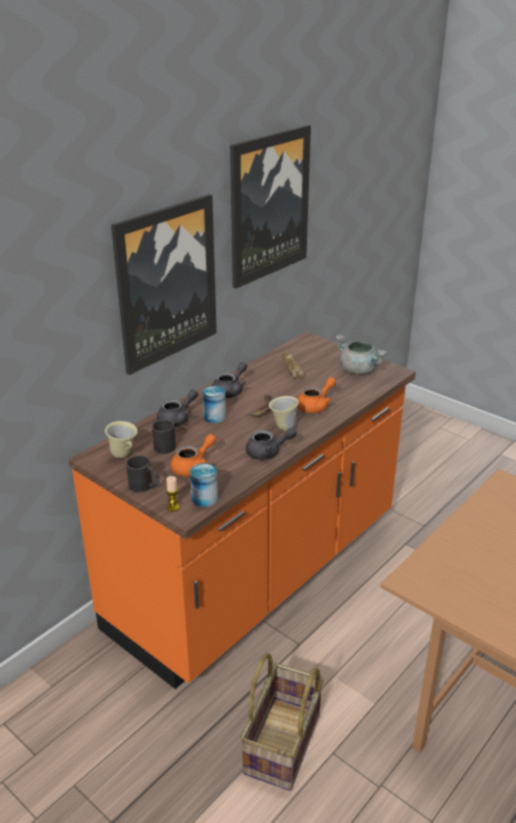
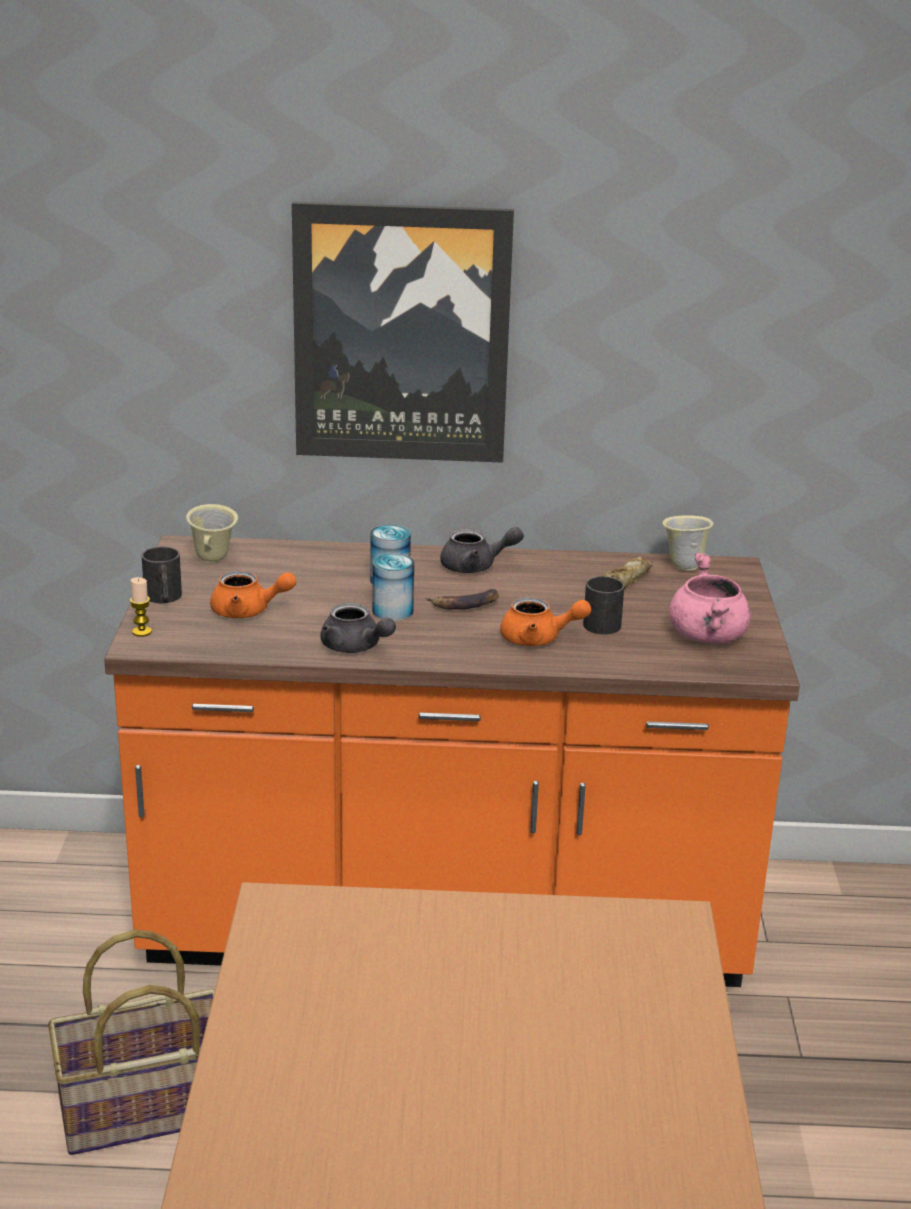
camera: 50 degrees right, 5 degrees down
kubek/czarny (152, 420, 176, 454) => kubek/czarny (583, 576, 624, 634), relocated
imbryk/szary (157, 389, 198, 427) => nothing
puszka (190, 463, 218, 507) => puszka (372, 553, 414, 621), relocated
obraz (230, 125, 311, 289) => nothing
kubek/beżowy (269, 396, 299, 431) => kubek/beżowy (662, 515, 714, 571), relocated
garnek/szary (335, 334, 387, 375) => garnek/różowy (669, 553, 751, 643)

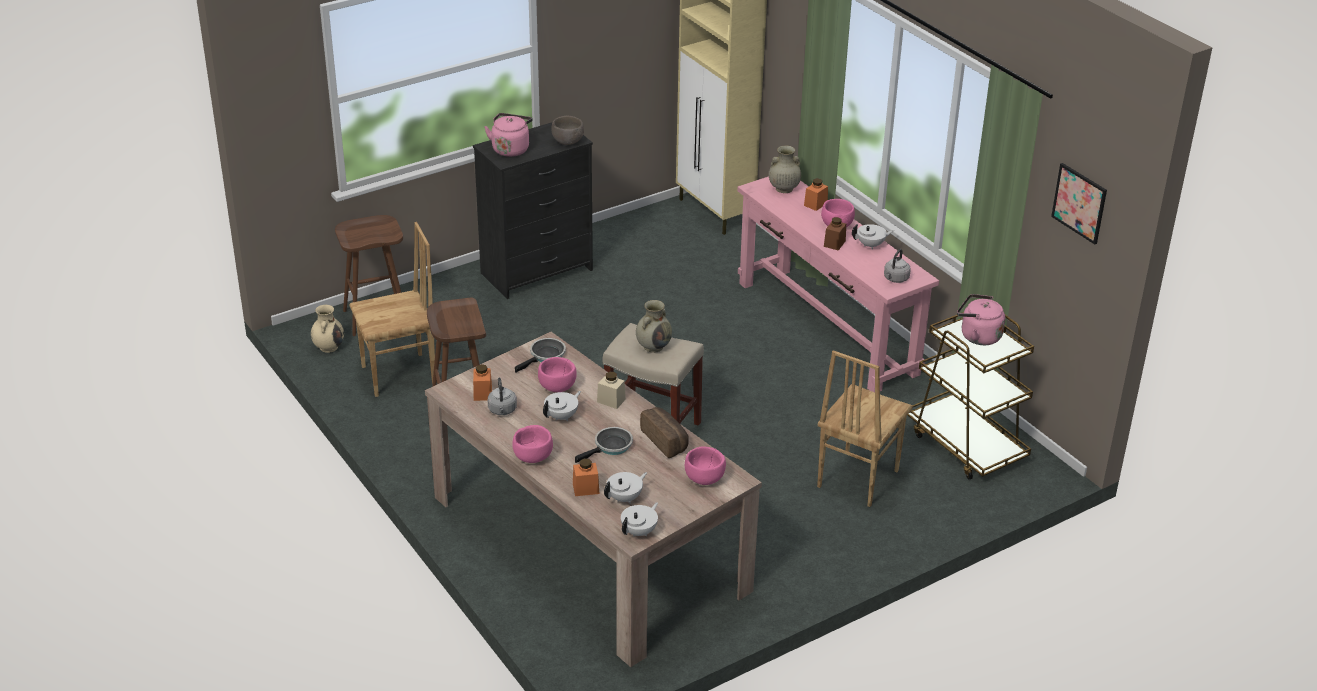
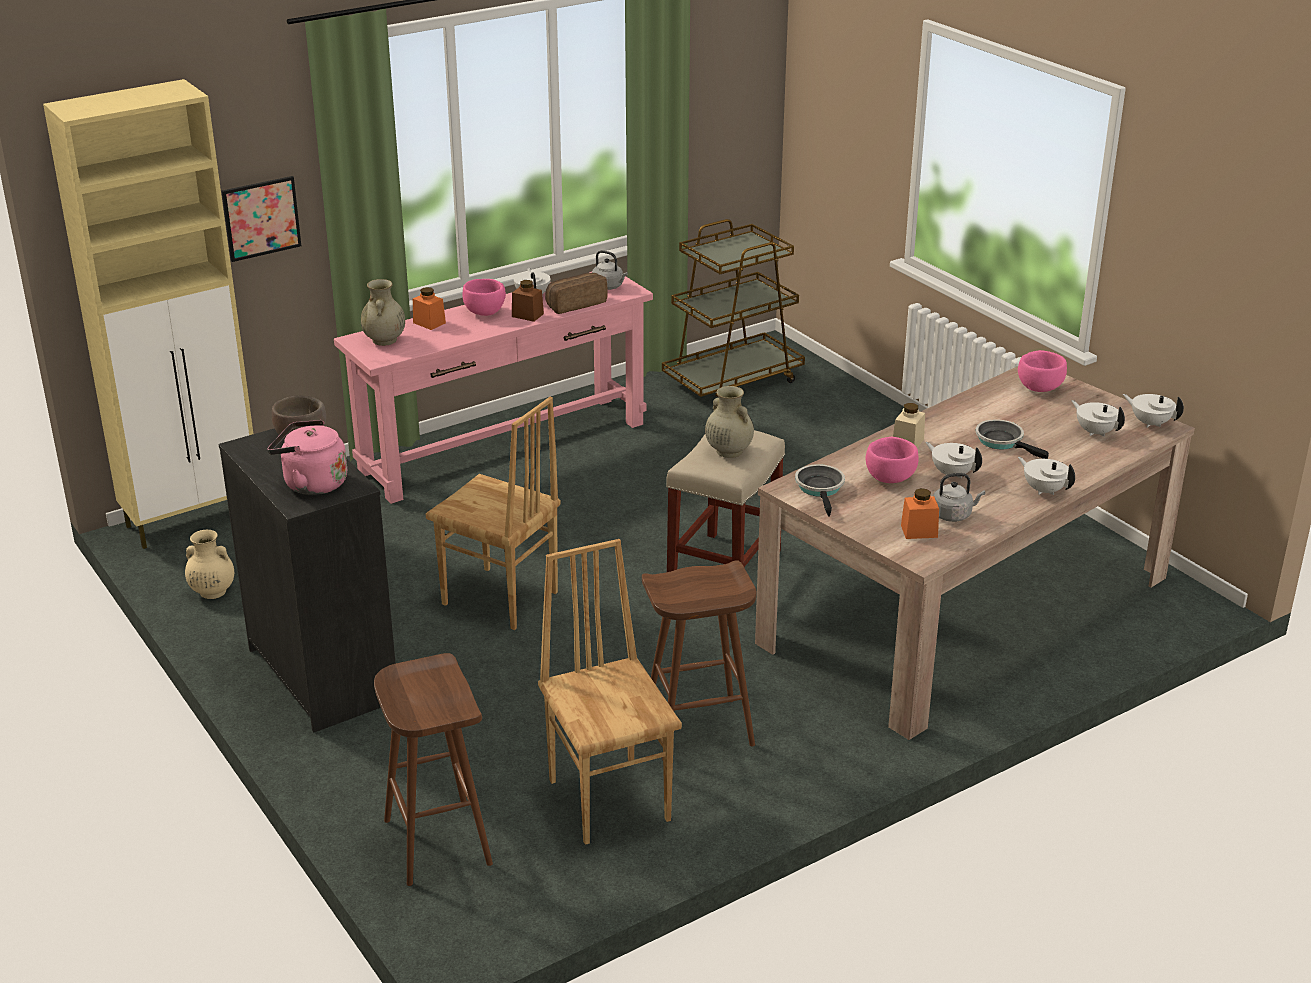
camera: 90 degrees left, 5 degrees down
wazon/beżowy (311, 305, 344, 353) => wazon/beżowy (185, 530, 234, 599), relocated
miska/różowy (512, 425, 553, 463) => imbryk/biały (1018, 457, 1075, 495)
patelnia (515, 338, 566, 373) => patelnia (795, 464, 845, 517), 45 degrees clockwise
słoik/pomarańczowy (573, 458, 599, 496) => nothing
chleb (640, 407, 689, 458) => chleb (545, 273, 608, 314), relocated
krzesło/brązowy (817, 350, 913, 507) => krzesło/brązowy (426, 397, 560, 630), relocated
czajnik/różowy (957, 294, 1005, 345) => nothing
obraz (1051, 163, 1107, 244) => obraz (221, 176, 301, 262), relocated

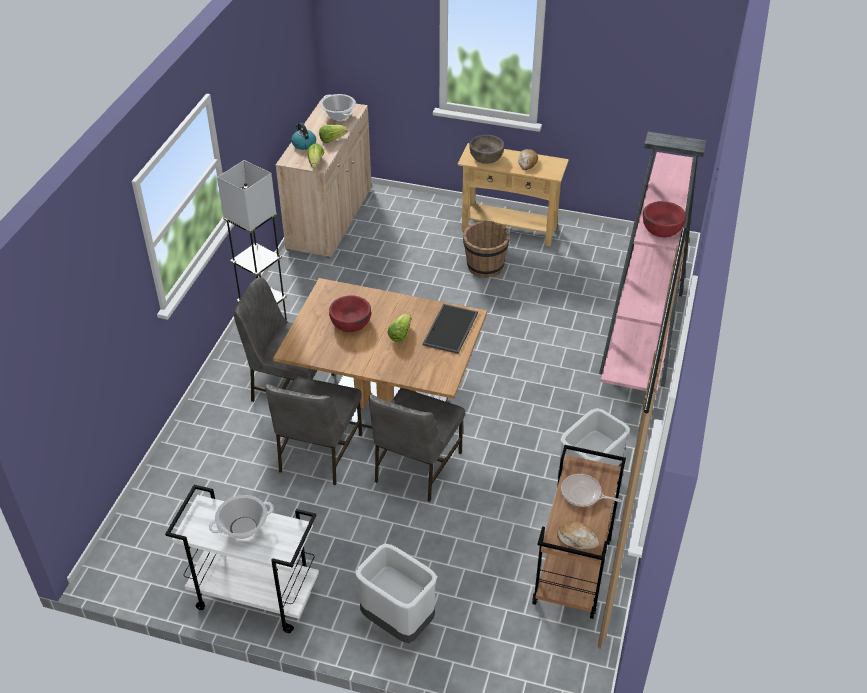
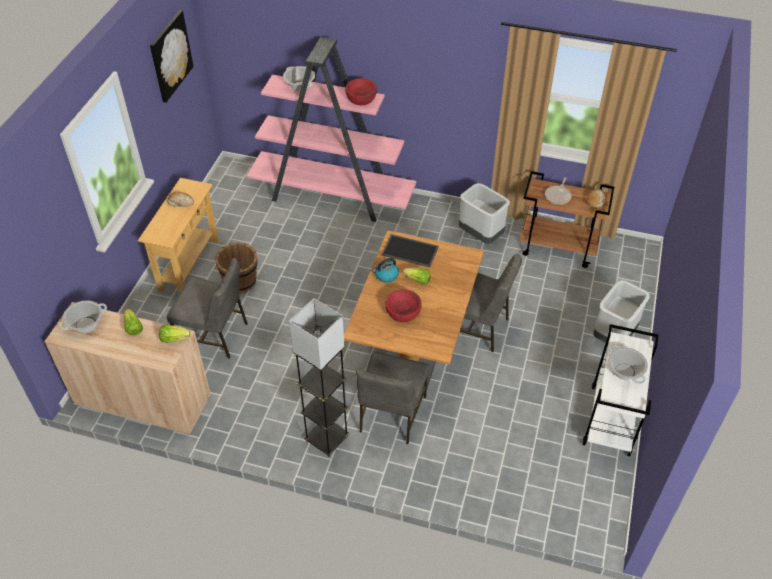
camera: 90 degrees left, 5 degrees up
krzesło/szary (265, 377, 362, 485) => krzesło/szary (167, 258, 248, 359), relocated
czajnik (291, 122, 316, 150) => czajnik (373, 258, 399, 283), relocated
miska/brązowy (469, 135, 504, 164) => nothing
nothing => obraz (150, 10, 194, 103)
nothing => garnek (283, 66, 315, 91)

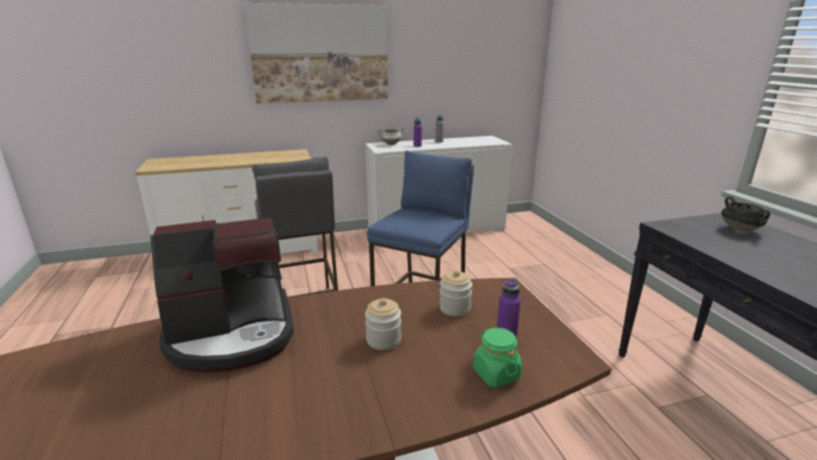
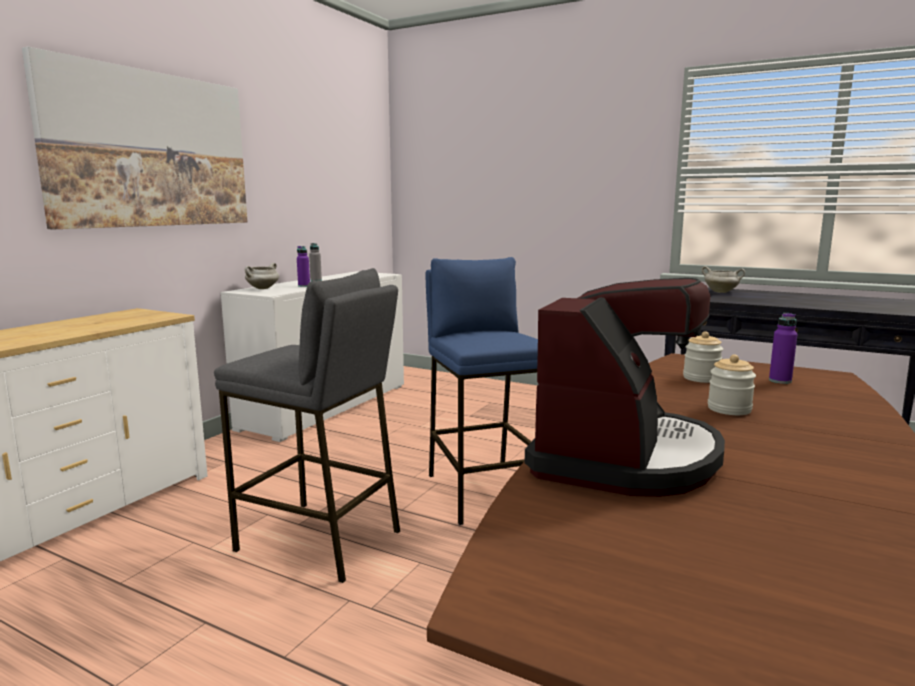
camera: 45 degrees left, 10 degrees down
słoik/zielony (473, 327, 522, 387) => nothing
garnek/czarny (721, 196, 770, 232) => garnek/biały (702, 266, 745, 293)

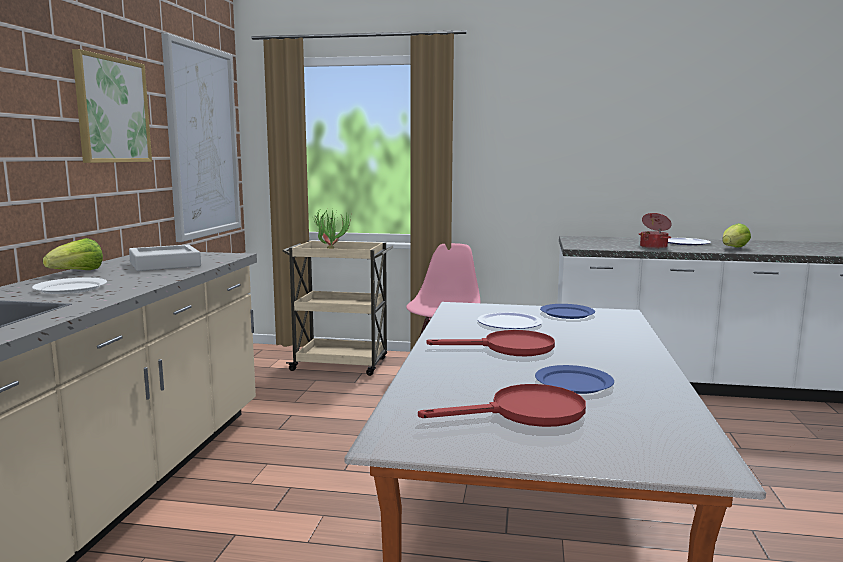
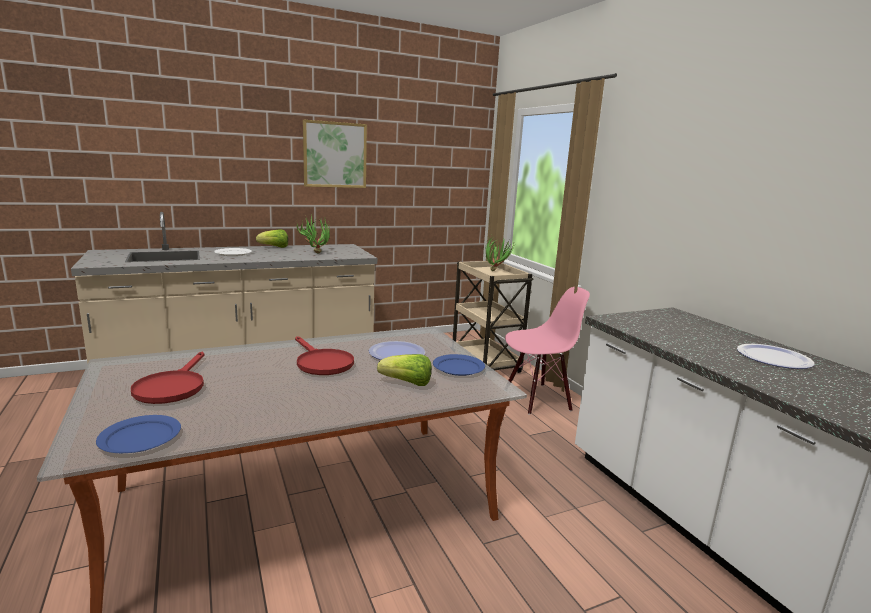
camera: 55 degrees right, 5 degrees up
taca/szary (129, 244, 201, 271) => roślina doniczkowa (296, 216, 330, 253)
obraz (161, 33, 241, 242) => nothing
patelnia/czerwony (418, 384, 586, 427) => patelnia/czerwony (131, 352, 205, 404), 45 degrees clockwise
talerz/niebieski (535, 365, 614, 394) => talerz/niebieski (96, 415, 181, 453), relocated
garnek (639, 213, 672, 249) => nothing
sałata (722, 223, 751, 248) => sałata (377, 354, 432, 386), relocated

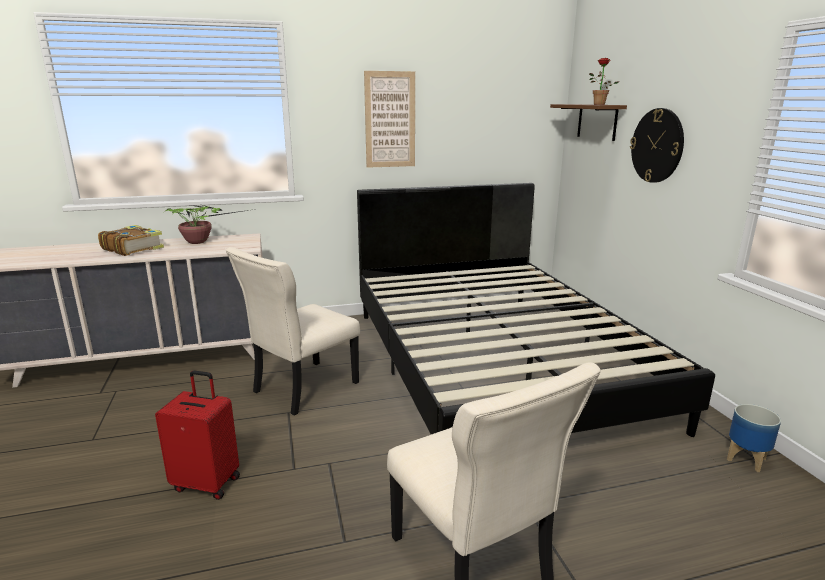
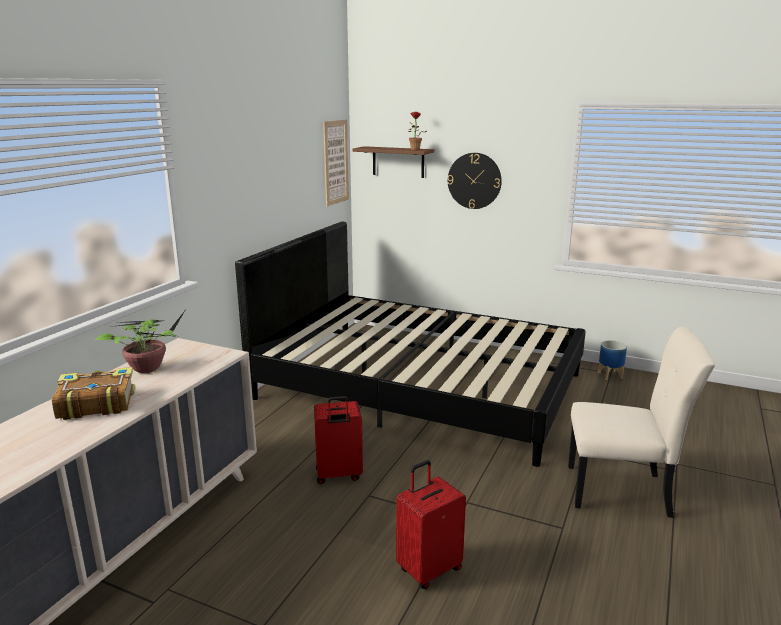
camera: 50 degrees left, 0 degrees up
krzesło/beżowy (226, 247, 360, 416) => walizka/czerwony (314, 396, 363, 484)
obraz (364, 71, 415, 168) => obraz (323, 119, 349, 206), relocated

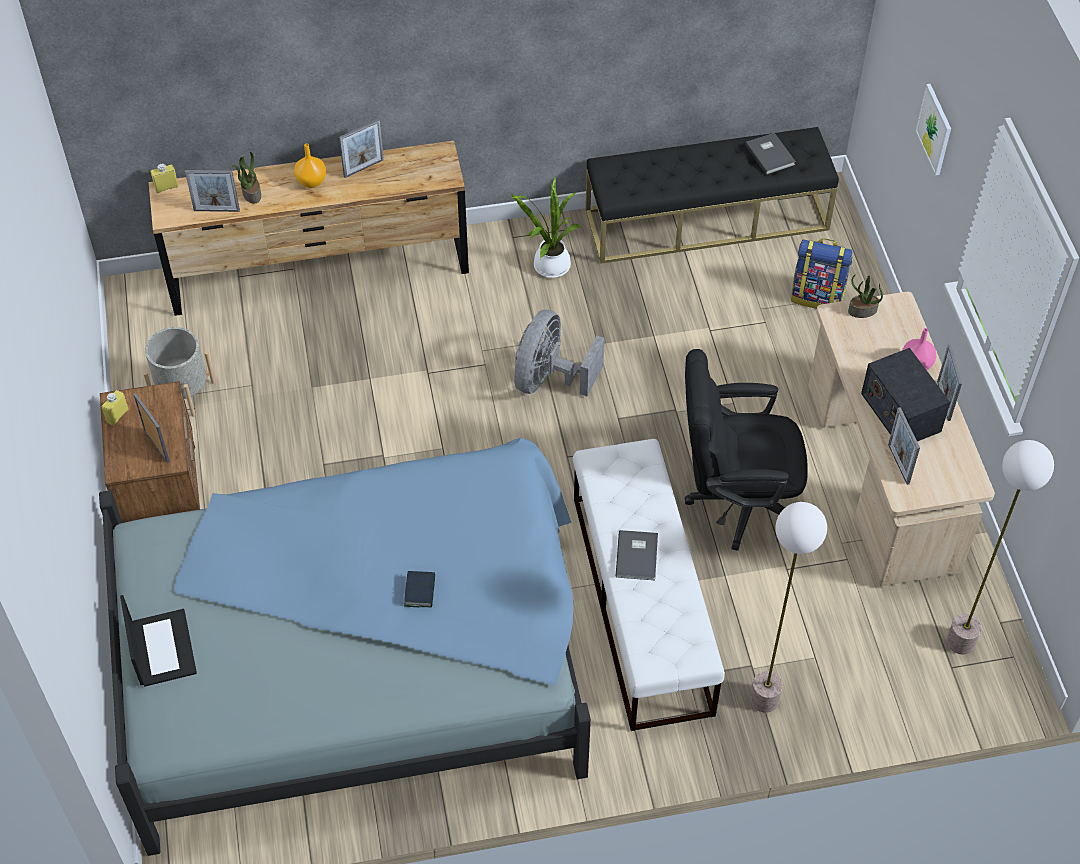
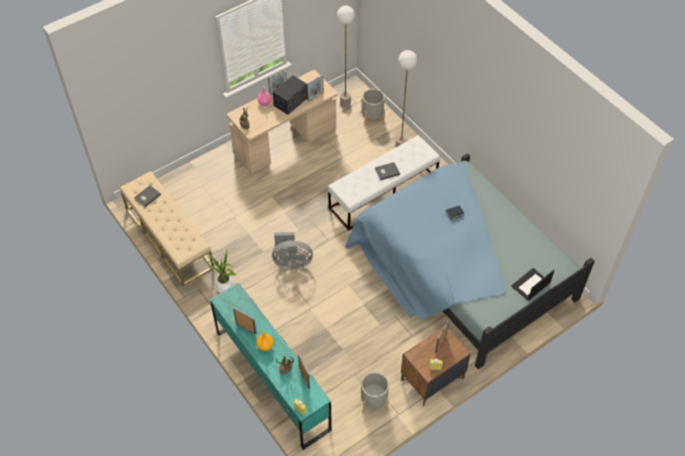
camera: 115 degrees left, 0 degrees up
komoda/brązowy (149, 141, 469, 316) => komoda/turkusowy (210, 283, 332, 450)
ławka/czarny (585, 127, 839, 264) => ławka/beżowy (120, 171, 214, 286)
krzesło biurowe/czarny (685, 349, 808, 551) => nothing
plecak (791, 238, 852, 309) => nothing
obraz (916, 84, 951, 176) => nothing
nothing => donica/szary (361, 89, 385, 126)

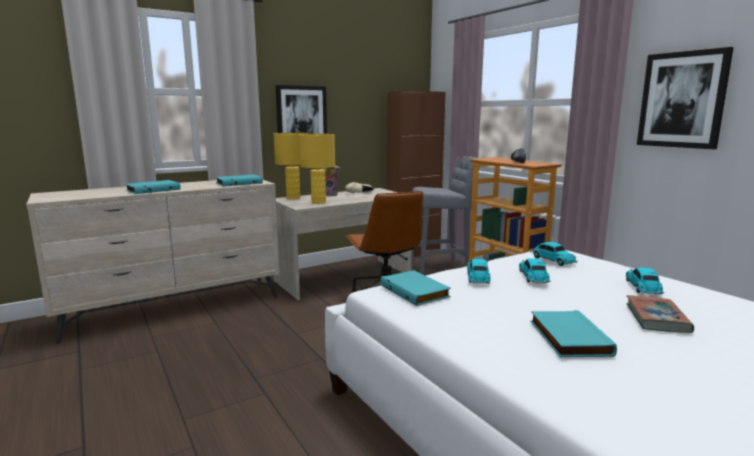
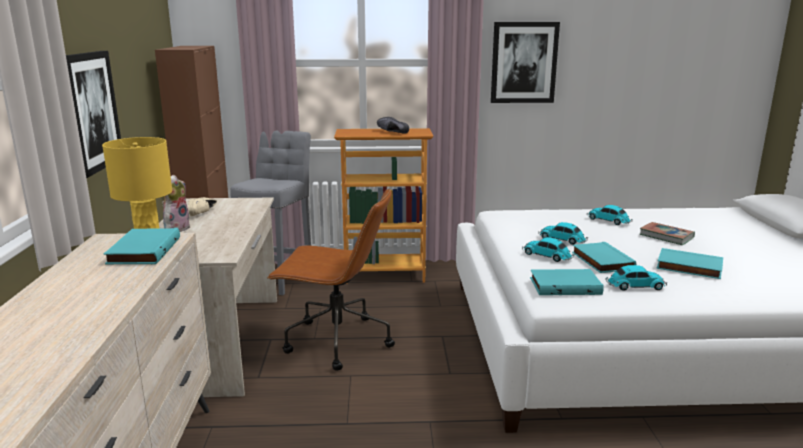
camera: 60 degrees left, 5 degrees up
książka/turkusowy (125, 180, 181, 194) => książka/turkusowy (572, 242, 636, 273), relocated
lampa stołowa/żółty (299, 134, 335, 204) => nothing
samochodzik (530, 242, 577, 266) => samochodzik (605, 265, 667, 291), relocated

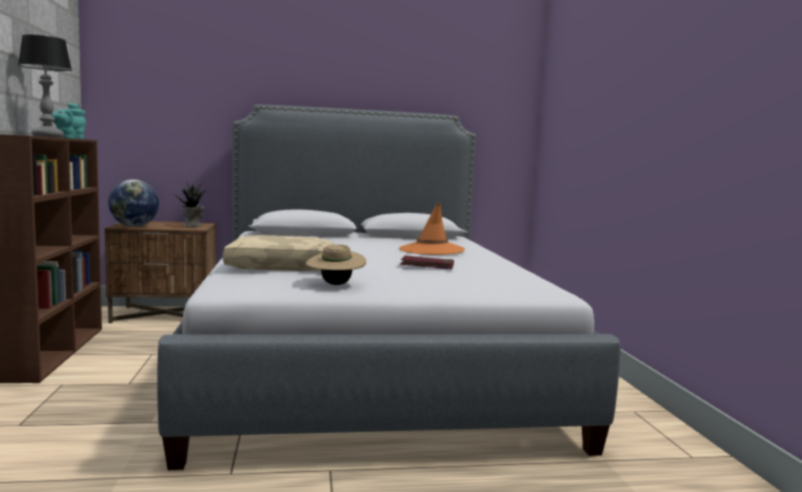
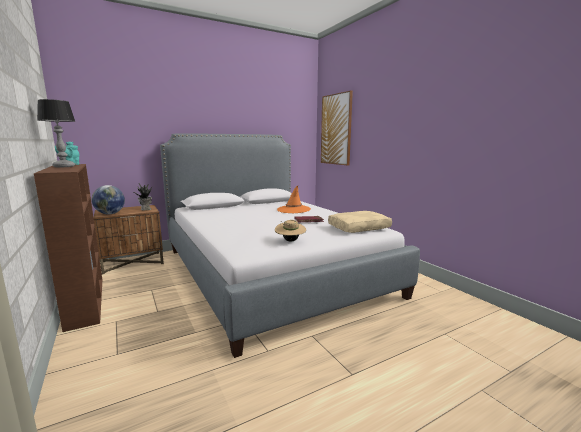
camera: 20 degrees left, 5 degrees up
poduszka/beżowy (223, 235, 334, 271) => poduszka/beżowy (328, 211, 392, 233), relocated
nothing => obraz (321, 91, 353, 165)

